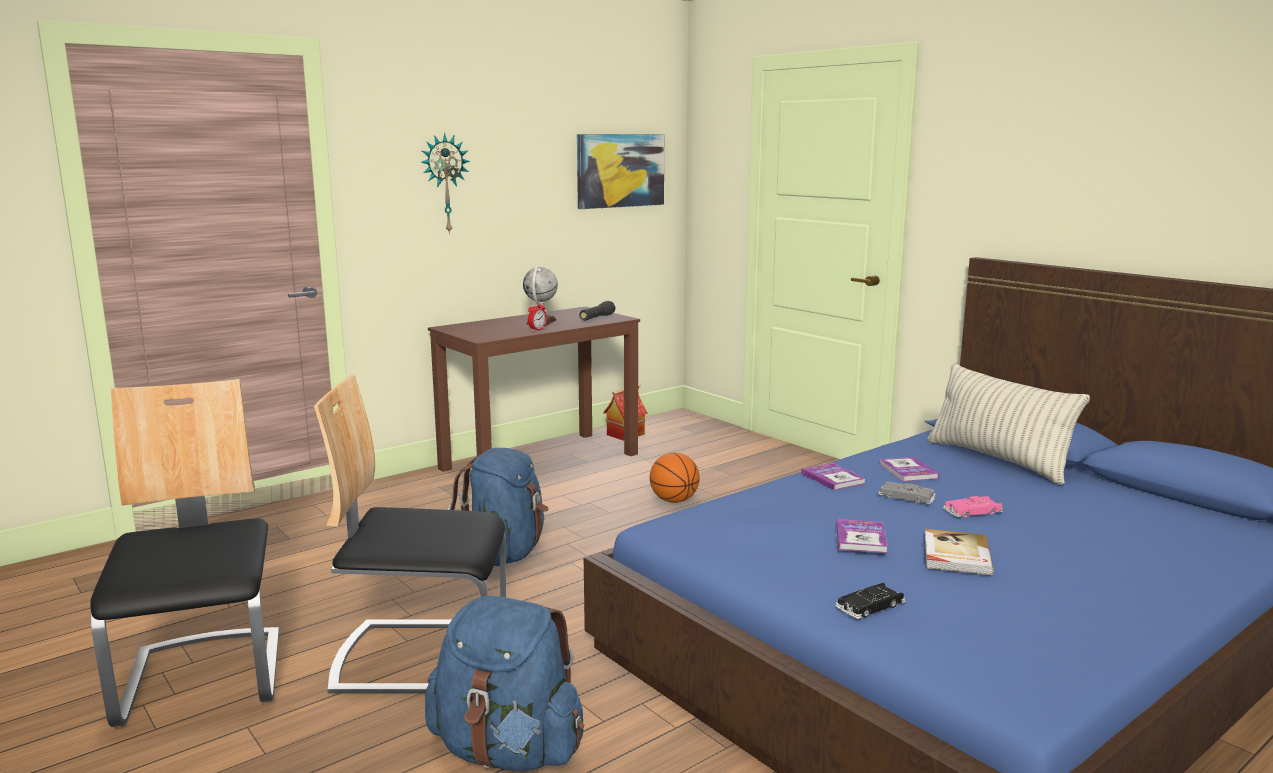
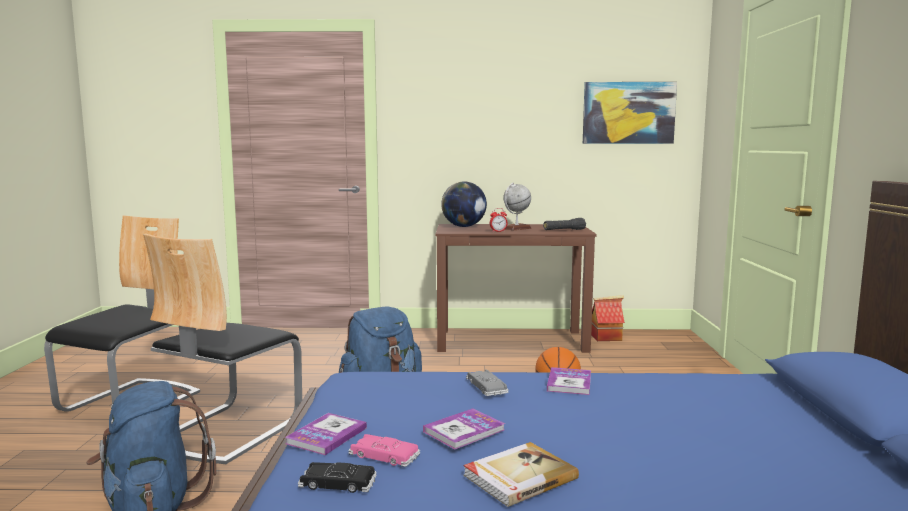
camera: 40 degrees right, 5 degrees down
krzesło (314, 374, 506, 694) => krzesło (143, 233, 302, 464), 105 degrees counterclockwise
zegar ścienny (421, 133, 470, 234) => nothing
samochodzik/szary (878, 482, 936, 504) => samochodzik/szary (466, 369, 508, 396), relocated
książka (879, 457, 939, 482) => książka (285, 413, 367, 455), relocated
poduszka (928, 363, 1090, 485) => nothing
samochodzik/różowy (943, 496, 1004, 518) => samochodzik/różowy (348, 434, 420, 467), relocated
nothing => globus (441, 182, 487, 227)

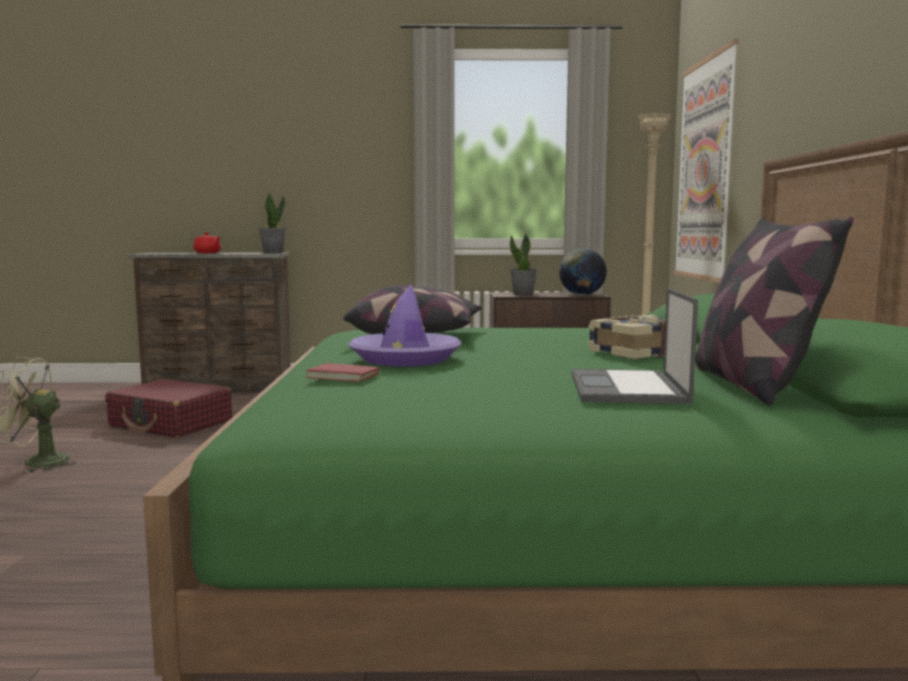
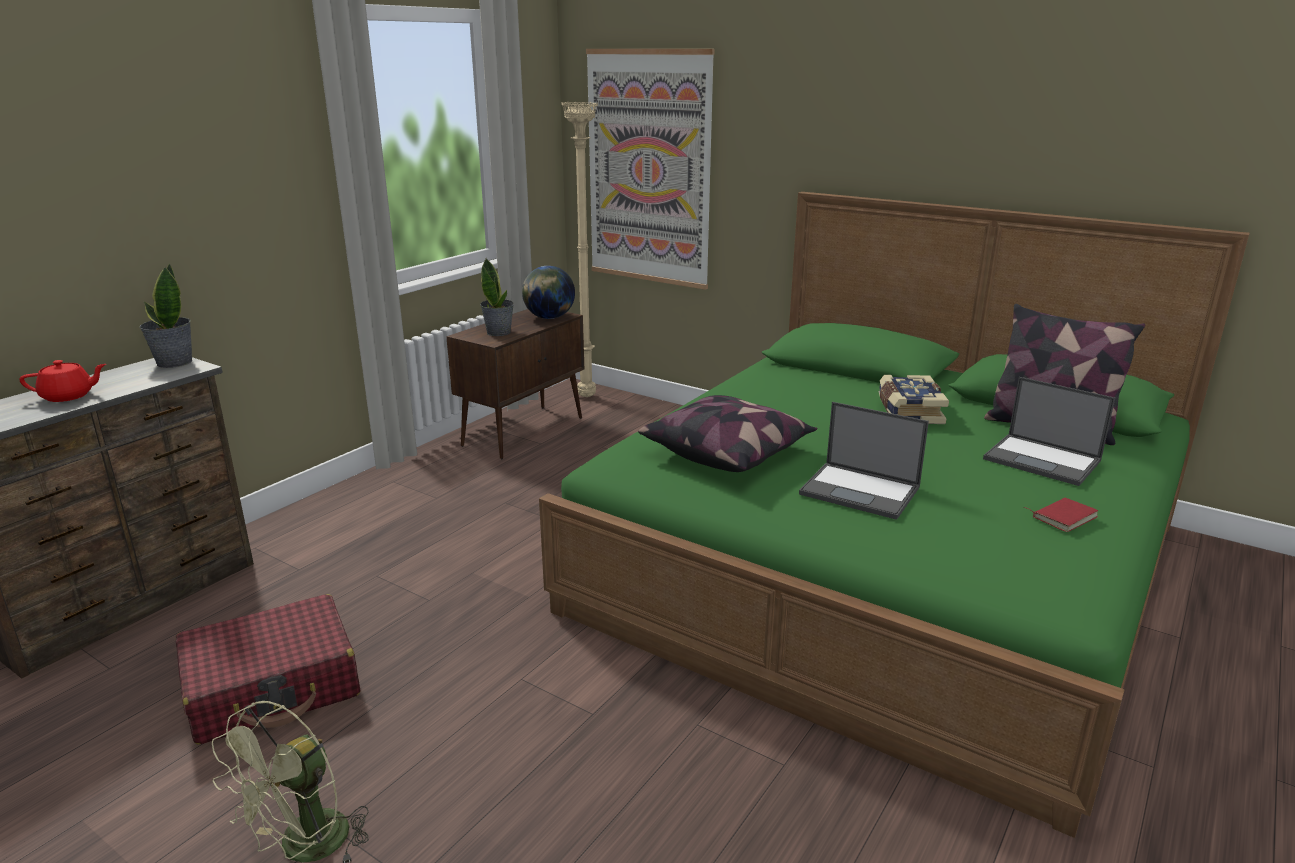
camera: 55 degrees left, 15 degrees up
książka/czerwony (306, 362, 380, 382) => książka/czerwony (1027, 498, 1098, 532), relocated
kapelusz/fioletowy (348, 285, 461, 367) => laptop (799, 402, 929, 520)

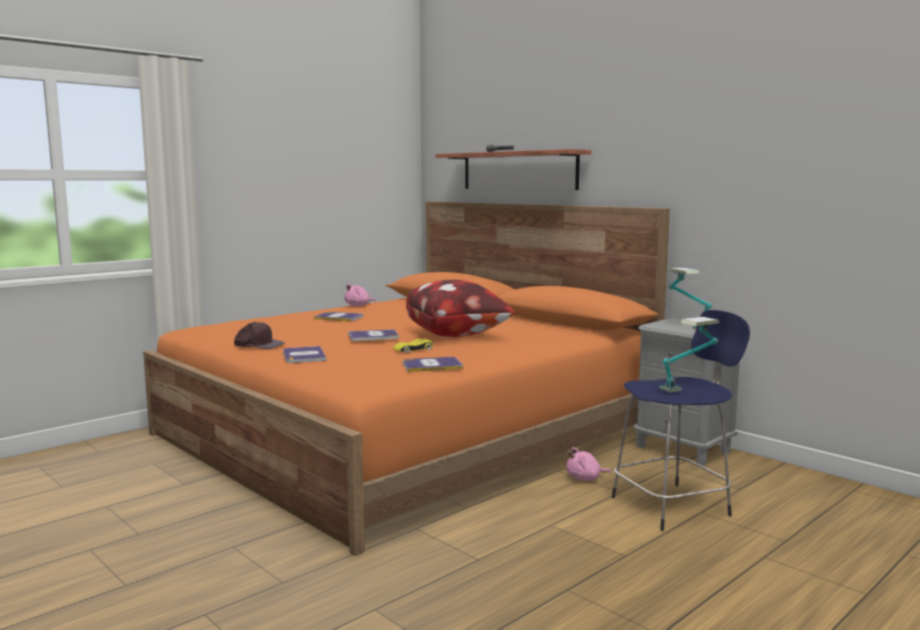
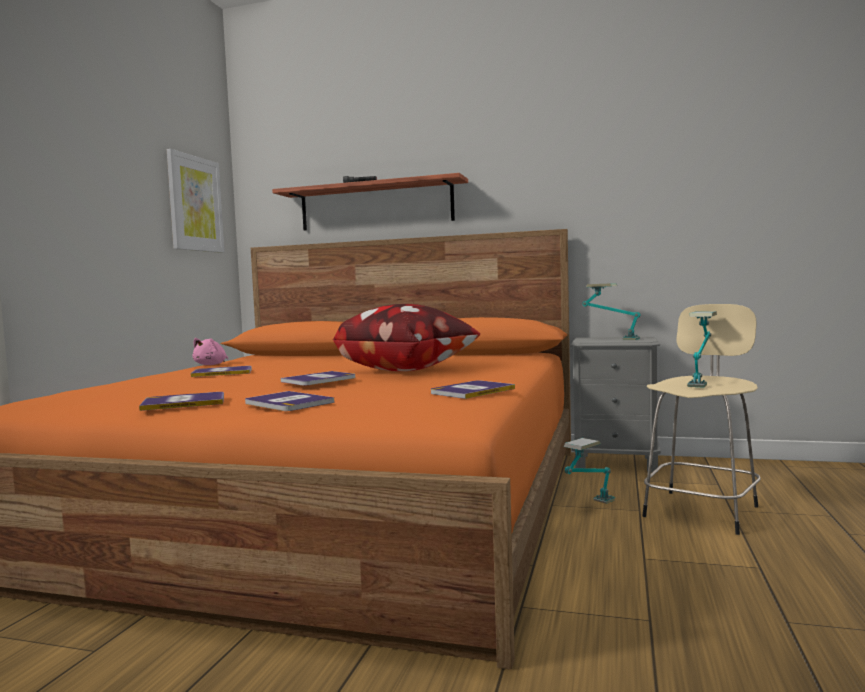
camera: 30 degrees left, 5 degrees down
czapka z daszkiem/brązowy (234, 322, 285, 349) => książka (139, 392, 224, 411)
samochodzik/żółty (393, 339, 433, 353) => nothing
pluszak/różowy (566, 447, 611, 481) => lampa stołowa (564, 438, 615, 504)
stołek/niebieski (612, 310, 750, 531) => stołek/beżowy (642, 304, 761, 535)
nothing => obraz (167, 149, 224, 253)

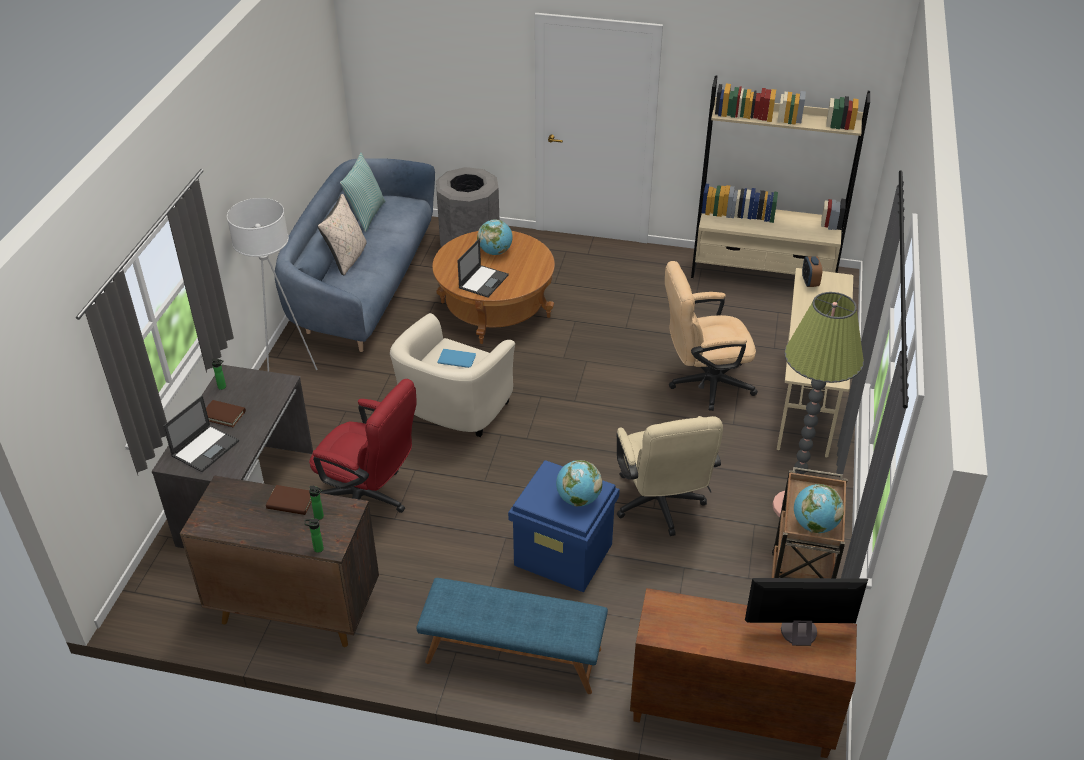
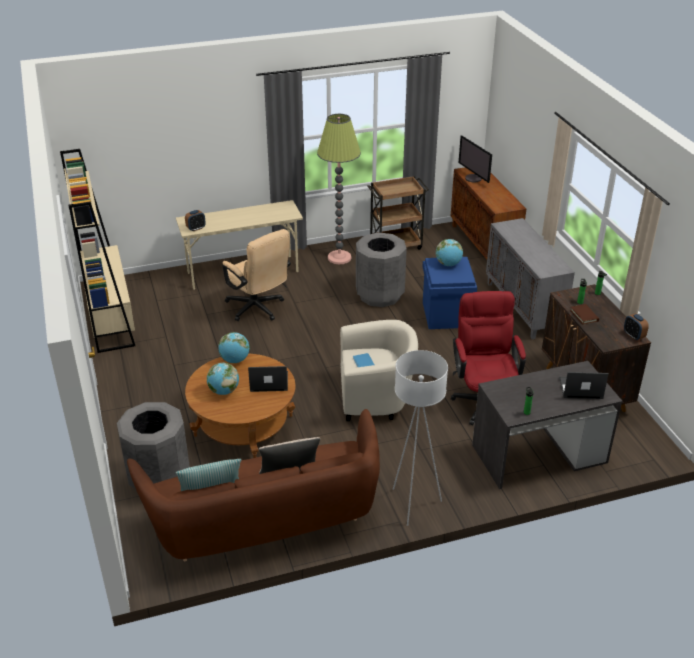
camera: 120 degrees left, 5 degrees down
książka/brązowy (206, 400, 246, 427) => nothing
kanapa/niebieski (275, 158, 435, 352) => kanapa/brązowy (127, 409, 380, 561)
ławka/niebieski (416, 578, 608, 694) => szafka/szary (486, 218, 575, 340)
krzesło biurowe/beżowy (617, 416, 723, 536) => kosz na śmieci/szary (356, 232, 407, 307)
globus (794, 484, 844, 533) => globus (218, 332, 250, 363), relocated
nothing => budzik (624, 313, 649, 340)

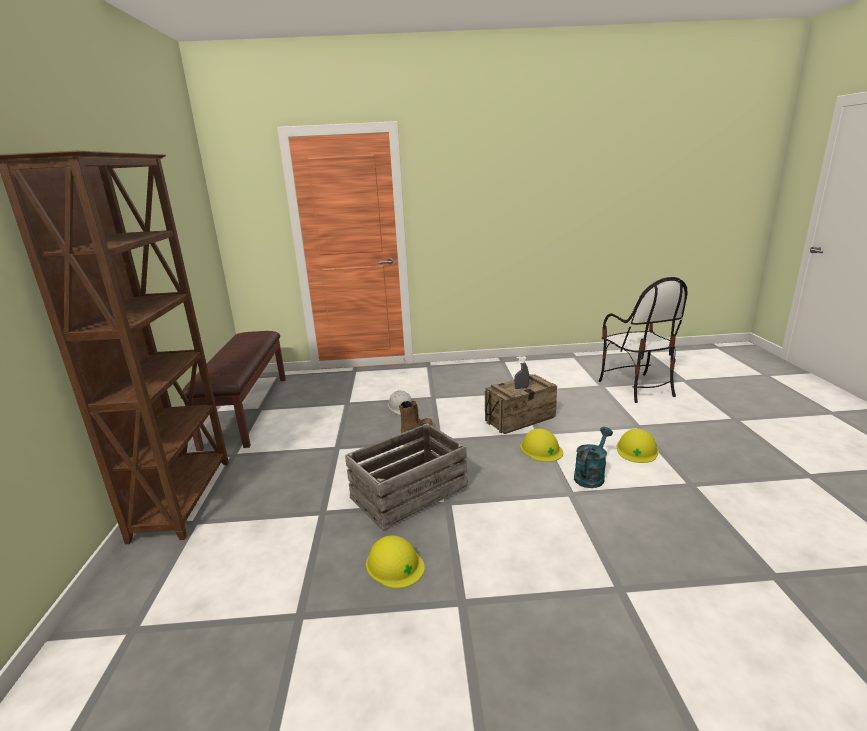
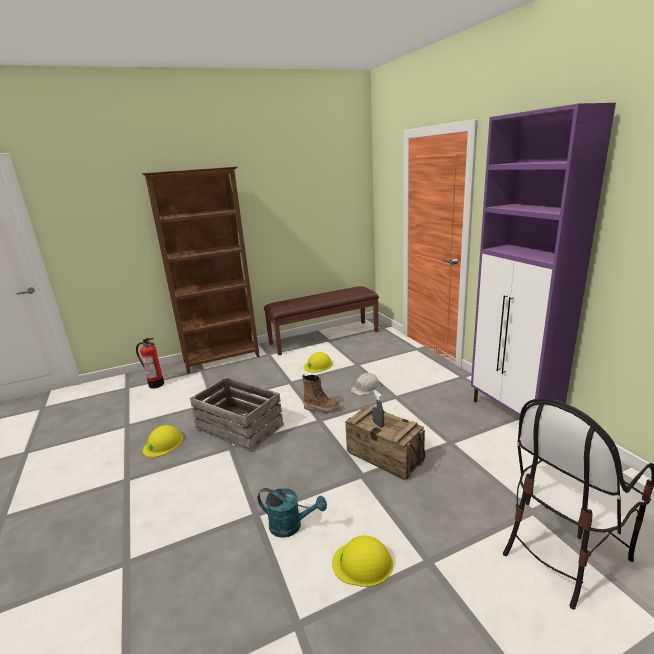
camera: 70 degrees right, 0 degrees up
kask/żółty (521, 428, 563, 462) => kask/żółty (304, 352, 333, 372), relocated
nothing => gaśnica (136, 338, 164, 389)
nothing => szafka/fioletowy (471, 103, 616, 416)

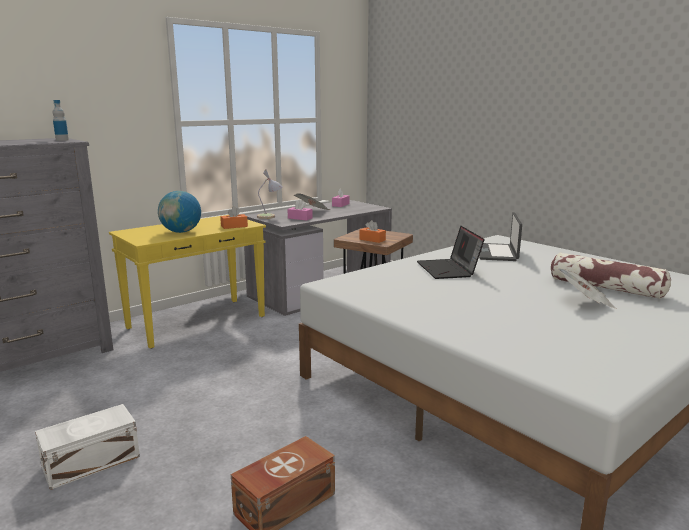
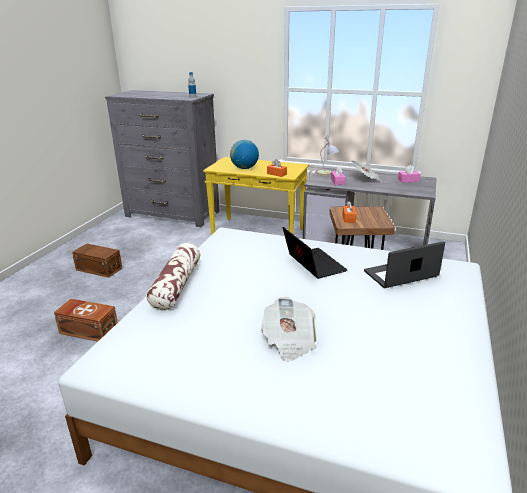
camera: 60 degrees right, 10 degrees up
pojemnik do przechowywania/biały (35, 404, 140, 490) => pojemnik do przechowywania/brązowy (72, 243, 122, 278)
laptop (417, 226, 485, 279) => laptop (283, 227, 347, 279), 105 degrees clockwise
poduszka (551, 252, 671, 299) => poduszka (146, 243, 200, 310), relocated

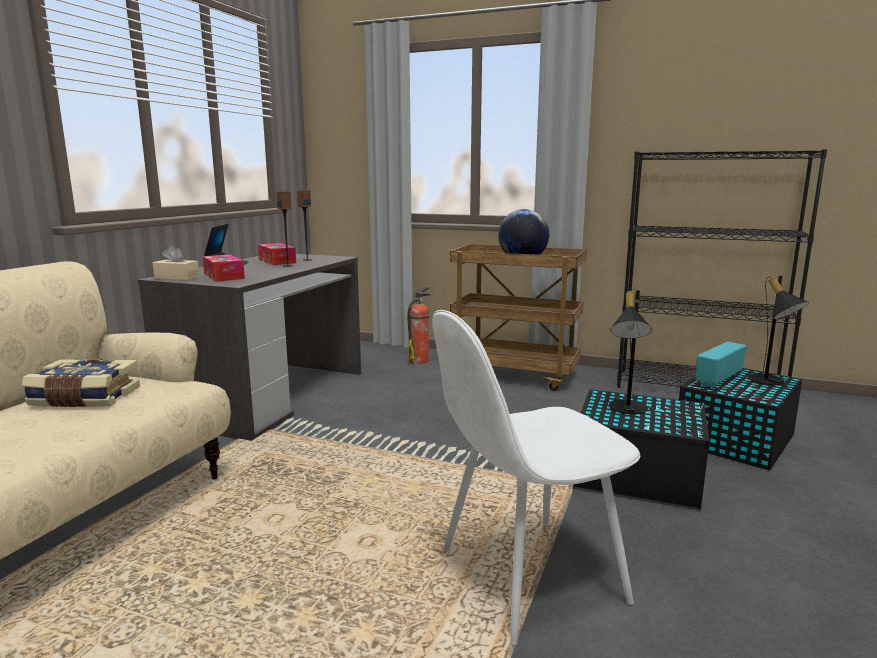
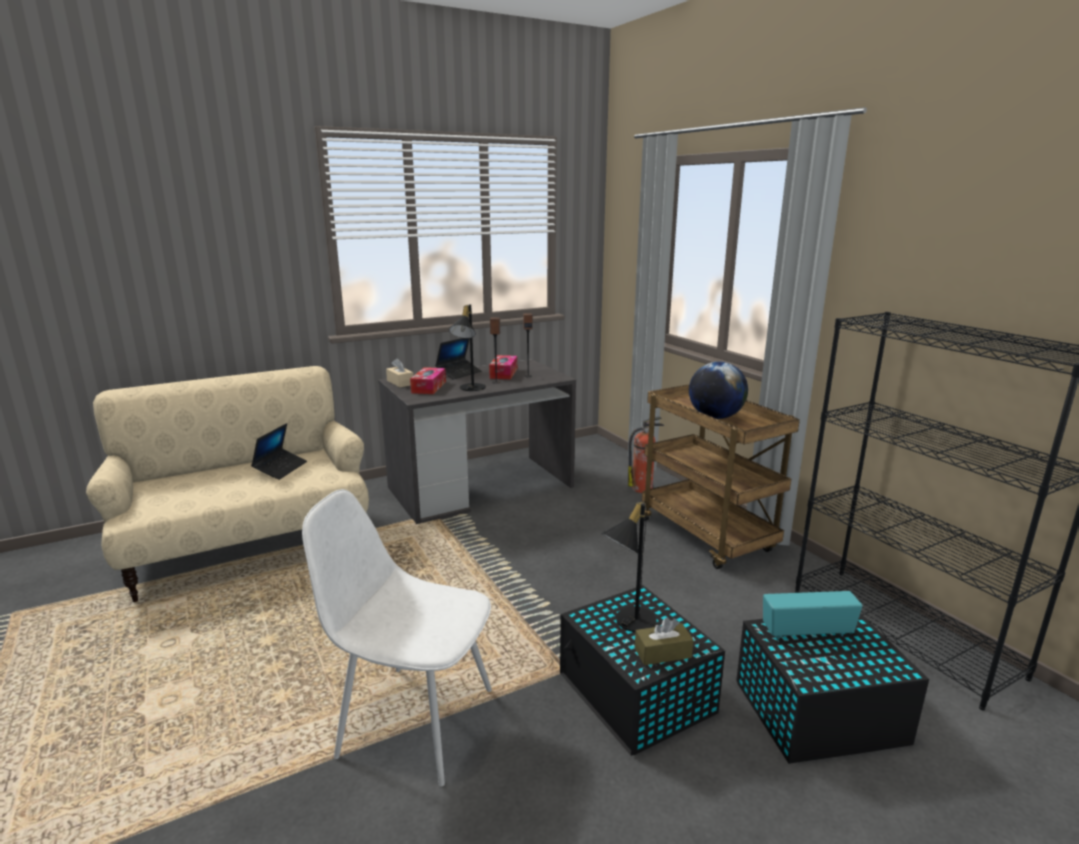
camera: 40 degrees right, 5 degrees up
książka (22, 359, 140, 407) => laptop (251, 423, 307, 480)
lampa stołowa/czarny (747, 275, 809, 385) => lampa stołowa/czarny (449, 304, 486, 391), relocated
nothing => pudełko chusteczek/brązowy (635, 617, 694, 665)

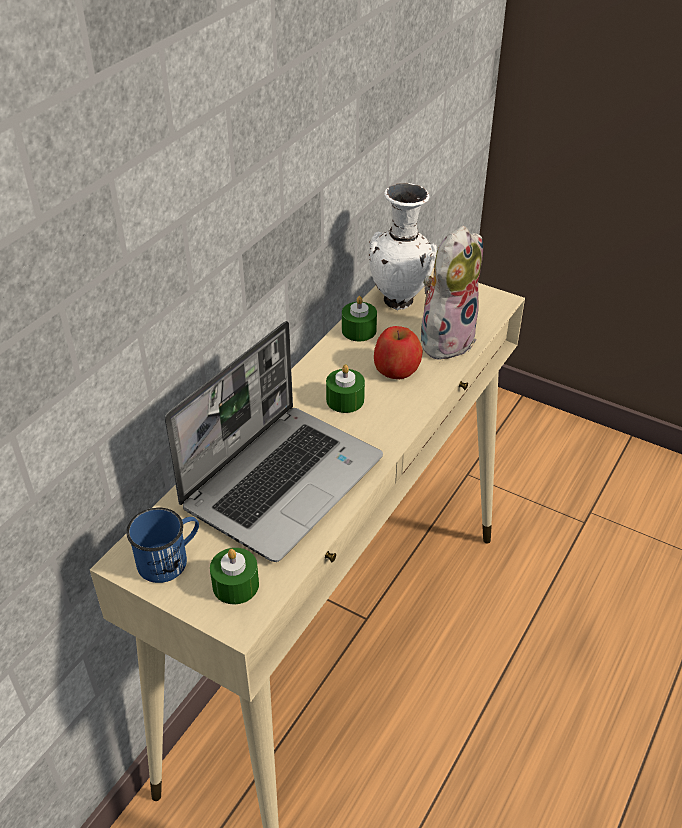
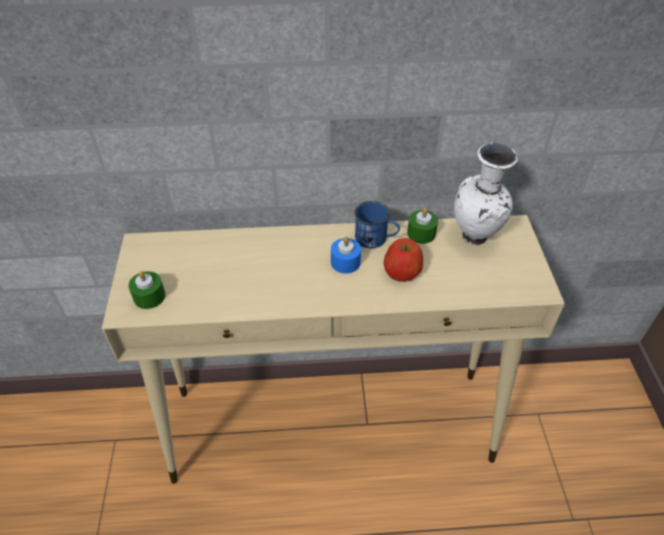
camera: 55 degrees right, 5 degrees up
kubek/niebieski (126, 508, 199, 583) => kubek/niebieski (355, 201, 400, 248), relocated
laptop (165, 321, 383, 562) => nothing
świeca/zielony (326, 364, 365, 413) => świeca/niebieski (331, 237, 361, 274)
pluszak (421, 226, 483, 360) => nothing

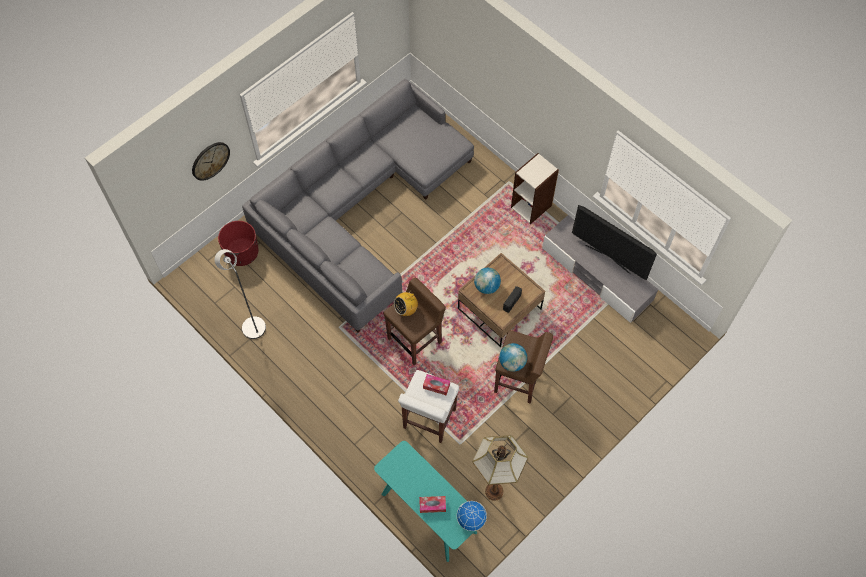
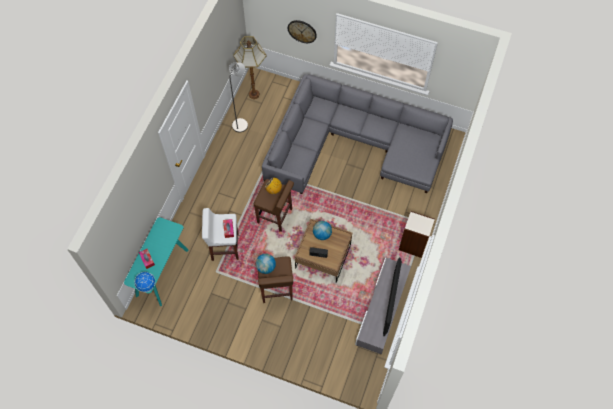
camera: 65 degrees right, 0 degrees up
donica/czerwony (218, 221, 259, 266) => nothing
lampa stojąca (472, 435, 528, 501) => lampa stojąca (233, 36, 267, 99), relocated

